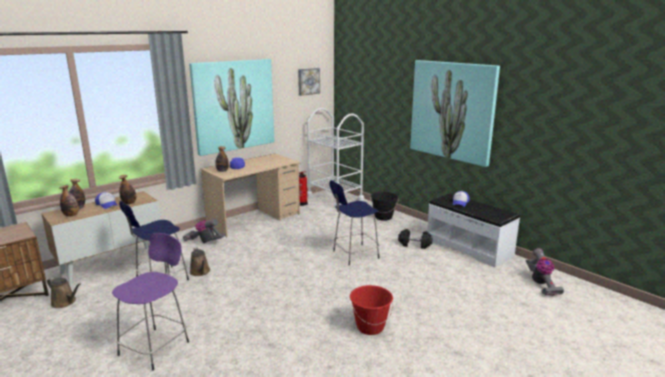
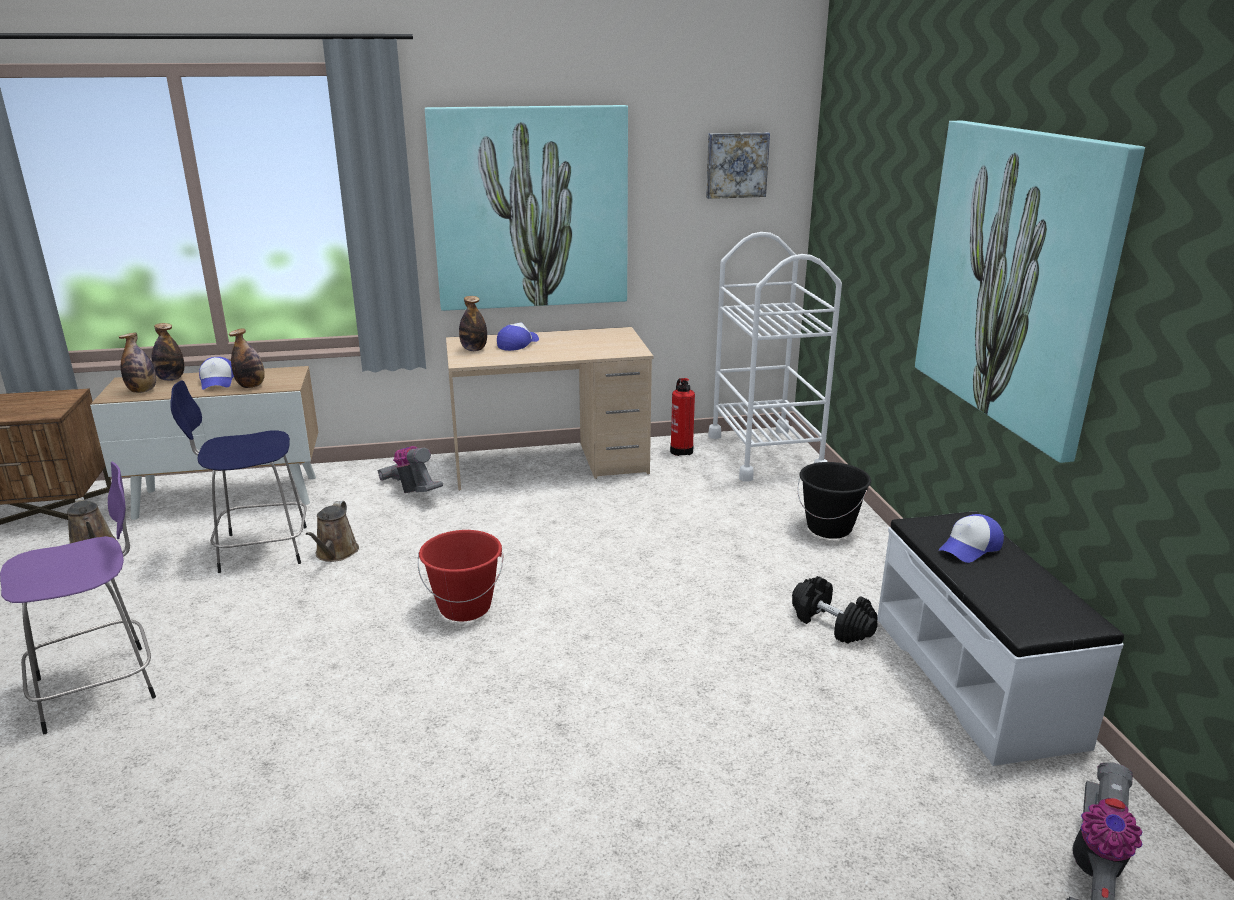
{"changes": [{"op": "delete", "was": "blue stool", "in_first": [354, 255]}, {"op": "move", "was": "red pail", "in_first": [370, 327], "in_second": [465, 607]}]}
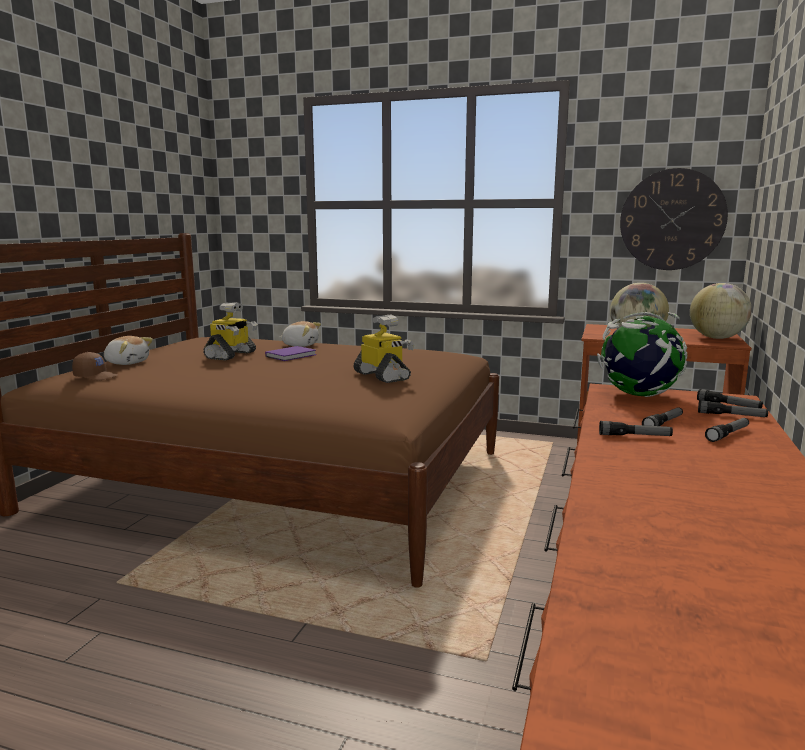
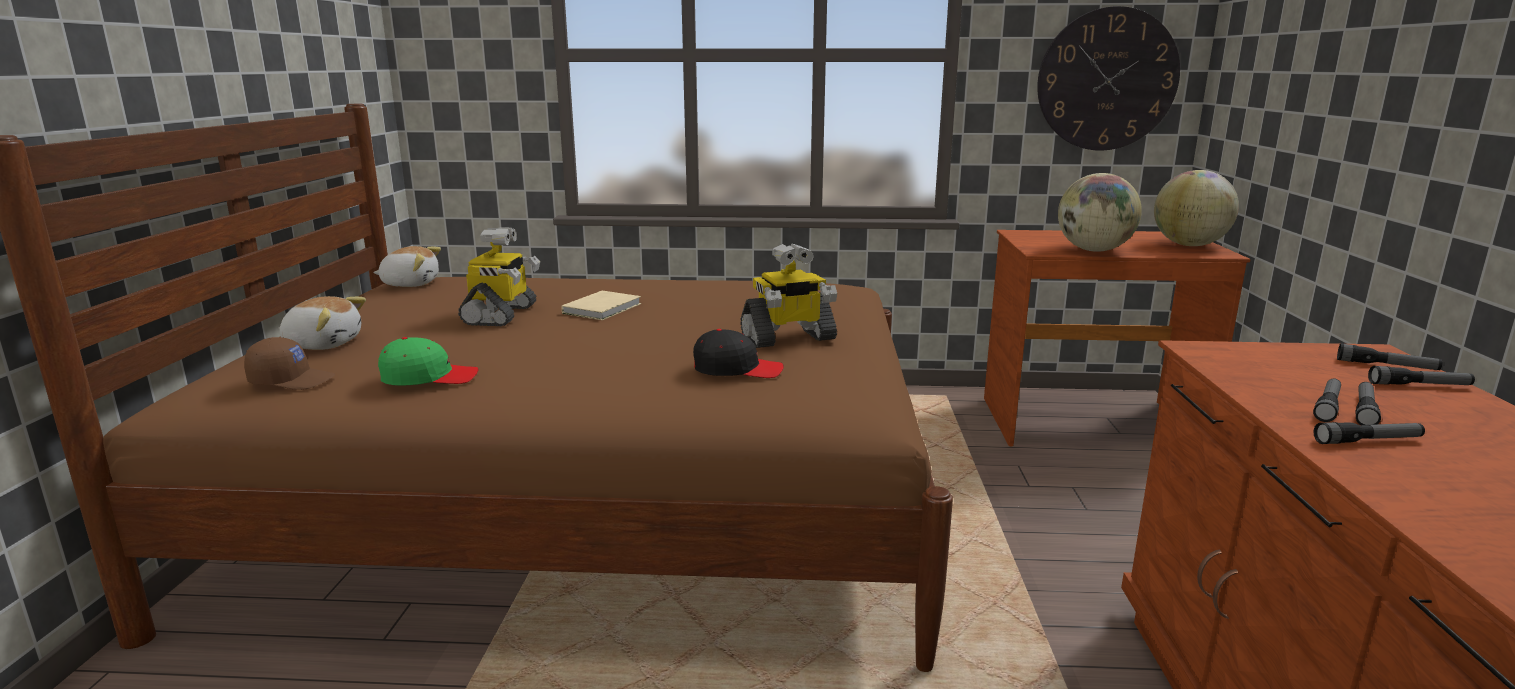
{"changes": [{"op": "recolor", "was": "purplish bound book", "now": "sand-coloured bound book", "in_first": [292, 355], "in_second": [604, 308]}, {"op": "move", "was": "plush toy", "in_first": [300, 345], "in_second": [410, 284]}, {"op": "rotate", "was": "model robot", "in_first": [383, 376], "in_second": [788, 338], "clockwise": 120}, {"op": "delete", "was": "world globe", "in_first": [638, 395]}, {"op": "move", "was": "flashlight", "in_first": [728, 434], "in_second": [1327, 406]}, {"op": "insert", "now": "green-coloured peaked cap", "in_second": [429, 377]}, {"op": "insert", "now": "blackish peaked cap", "in_second": [737, 369]}]}
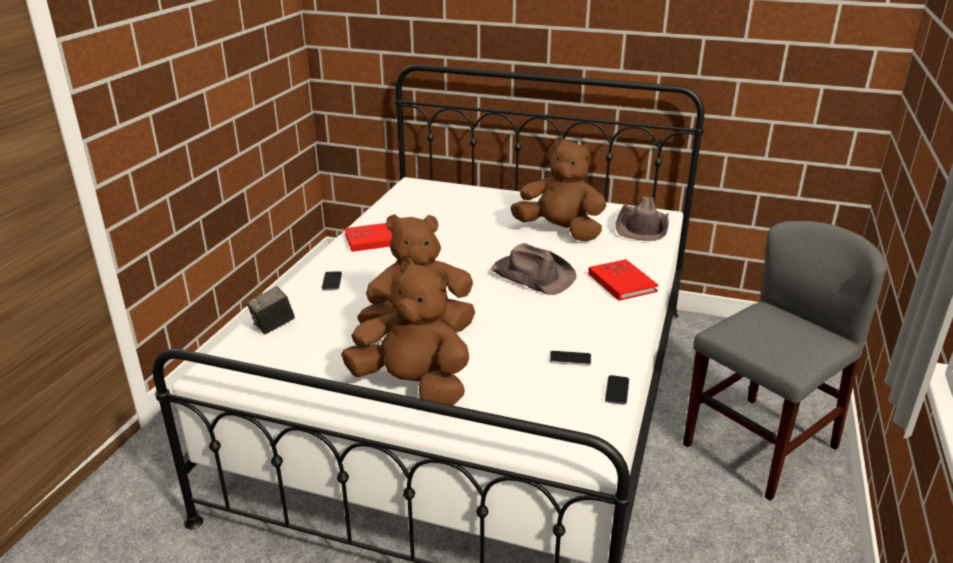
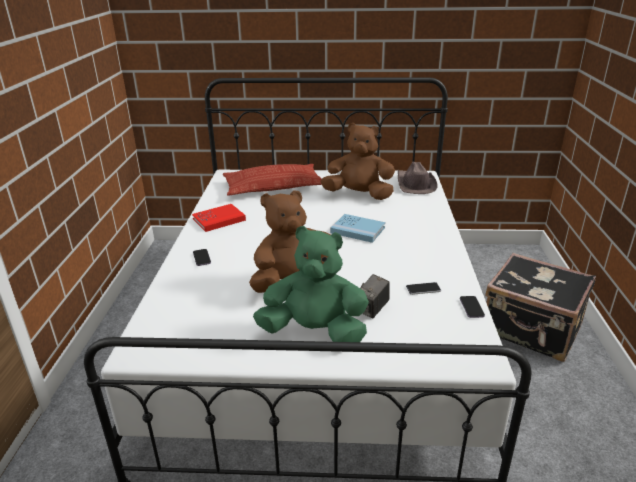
{"changes": [{"op": "move", "was": "photo camera", "in_first": [273, 326], "in_second": [372, 310]}, {"op": "recolor", "was": "brown-coloured plush toy", "now": "green-coloured plush toy", "in_first": [412, 386], "in_second": [315, 332]}, {"op": "replace", "was": "brown-coloured clothing hat", "now": "blue bound book", "in_first": [532, 275], "in_second": [357, 230]}, {"op": "delete", "was": "red bound book", "in_first": [622, 282]}, {"op": "replace", "was": "grey plain chair", "now": "blackish suitcase", "in_first": [759, 446], "in_second": [531, 330]}, {"op": "insert", "now": "pillow", "in_second": [273, 186]}]}
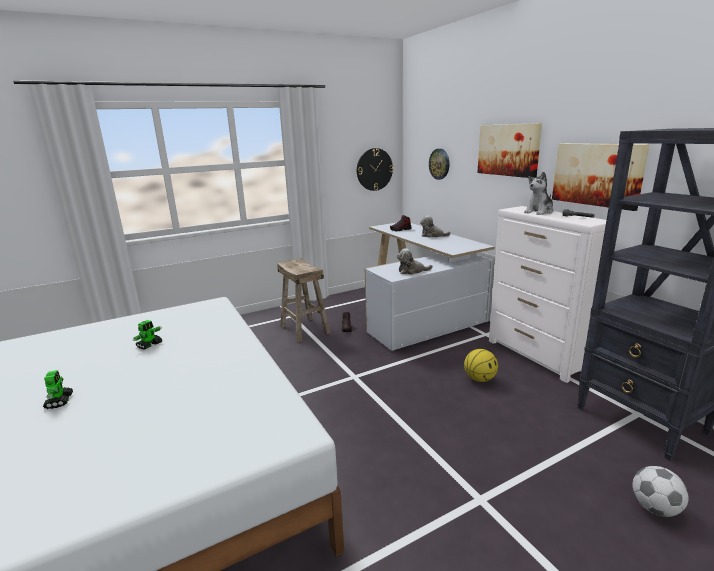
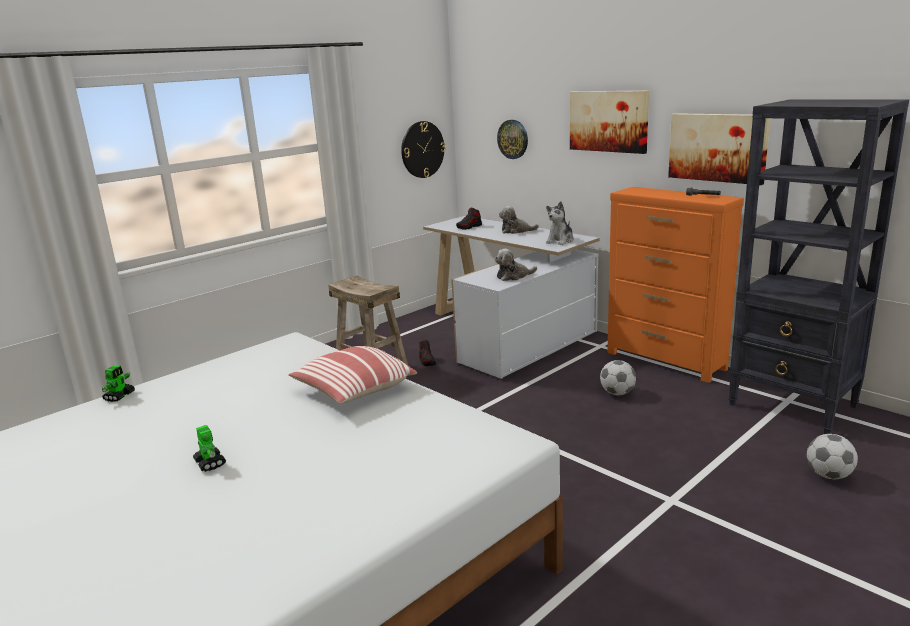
{"changes": [{"op": "move", "was": "model robot", "in_first": [150, 345], "in_second": [120, 396]}, {"op": "replace", "was": "basketball", "now": "football", "in_first": [480, 379], "in_second": [617, 393]}, {"op": "recolor", "was": "whitish drawer chest", "now": "orangey drawer chest", "in_first": [535, 356], "in_second": [666, 361]}, {"op": "move", "was": "plush toy", "in_first": [539, 212], "in_second": [560, 241]}, {"op": "insert", "now": "pillow", "in_second": [353, 390]}]}
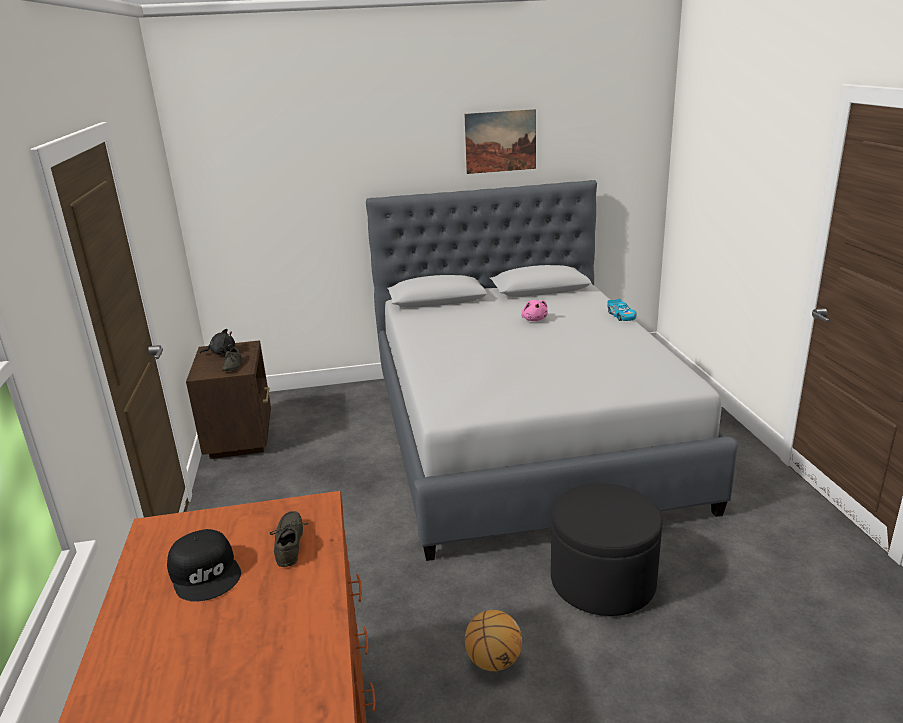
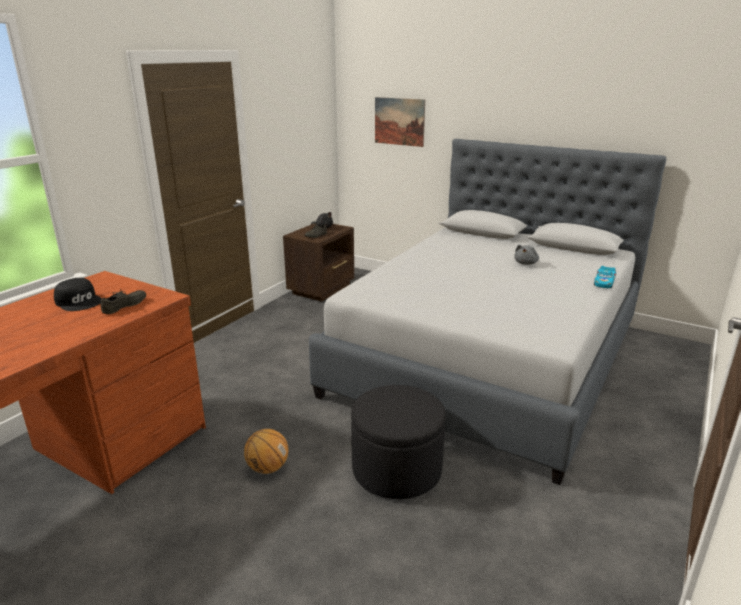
{"changes": [{"op": "rotate", "was": "blackish peaked cap", "in_first": [206, 572], "in_second": [79, 301], "clockwise": -60}, {"op": "move", "was": "picture", "in_first": [500, 141], "in_second": [399, 121]}, {"op": "recolor", "was": "pink plush toy", "now": "grey plush toy", "in_first": [534, 319], "in_second": [526, 263]}]}
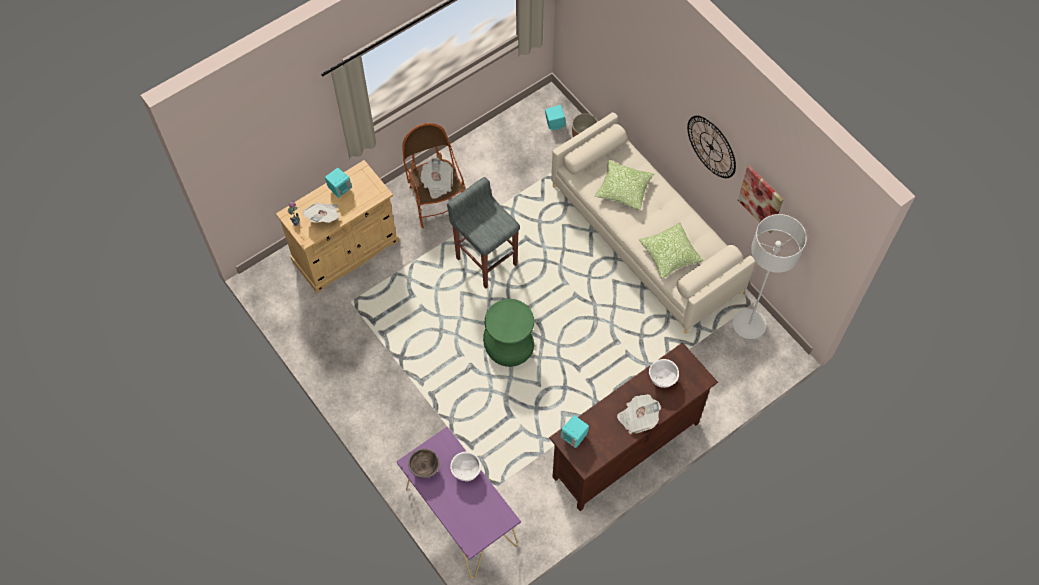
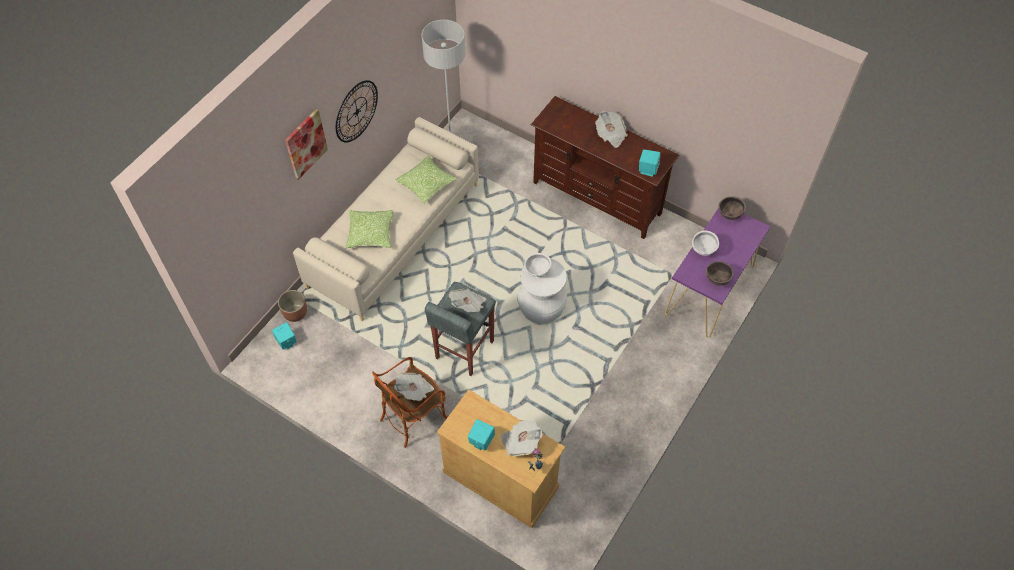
{"changes": [{"op": "recolor", "was": "green-coloured stool", "now": "whitish stool", "in_first": [508, 345], "in_second": [542, 305]}, {"op": "move", "was": "whitish deep dish", "in_first": [662, 379], "in_second": [537, 272]}, {"op": "move", "was": "picture", "in_first": [761, 199], "in_second": [305, 144]}, {"op": "insert", "now": "printed paper", "in_second": [468, 305]}, {"op": "insert", "now": "brown-coloured deep dish", "in_second": [729, 215]}]}
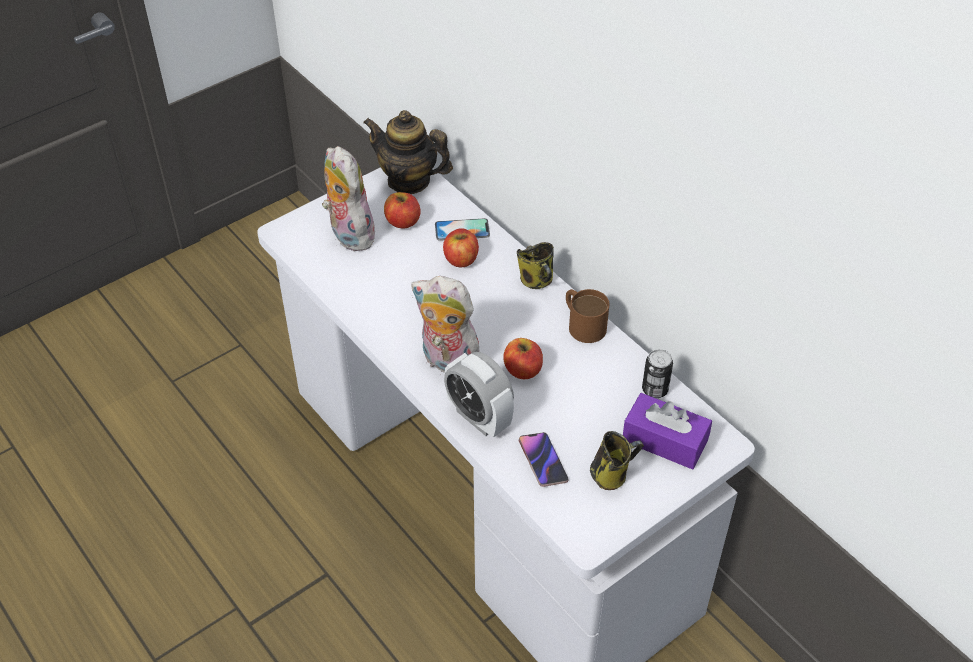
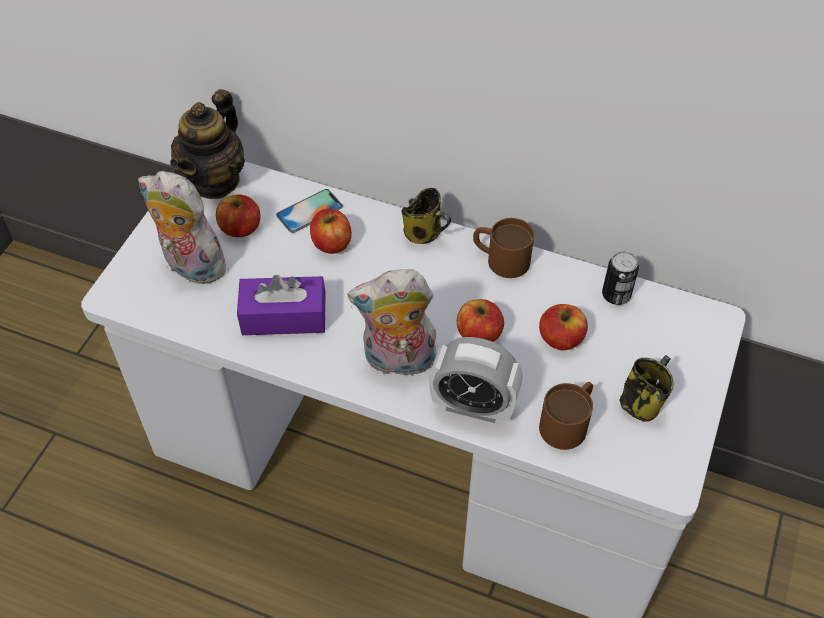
{"changes": [{"op": "rotate", "was": "teapot", "in_first": [409, 180], "in_second": [215, 180], "clockwise": -60}, {"op": "replace", "was": "phone", "now": "brown-coloured tea mug", "in_first": [542, 461], "in_second": [568, 422]}, {"op": "move", "was": "purplish tissue holder", "in_first": [664, 441], "in_second": [284, 316]}, {"op": "insert", "now": "whole apple", "in_second": [561, 339]}]}
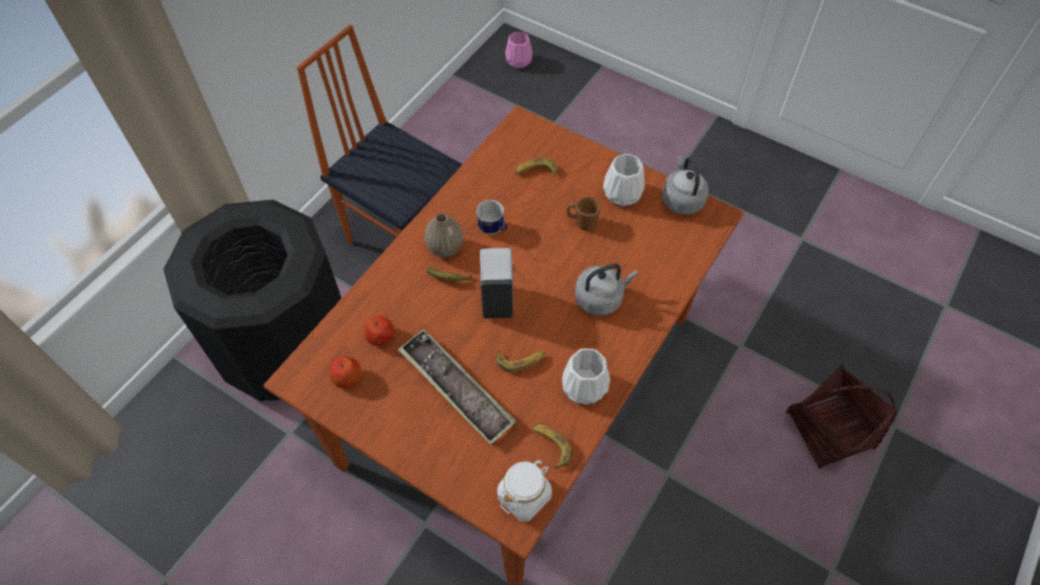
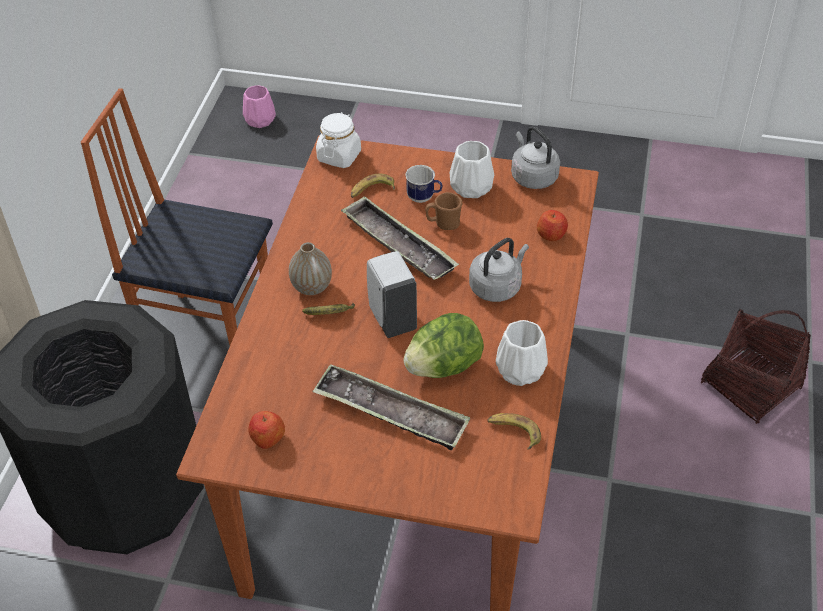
{"changes": [{"op": "move", "was": "whole apple", "in_first": [381, 337], "in_second": [551, 235]}, {"op": "move", "was": "tea mug", "in_first": [493, 230], "in_second": [424, 198]}, {"op": "replace", "was": "banana", "now": "head of lettuce", "in_first": [520, 360], "in_second": [444, 366]}, {"op": "move", "was": "whitish storage jar", "in_first": [524, 496], "in_second": [339, 156]}, {"op": "insert", "now": "carrying tray", "in_second": [398, 245]}]}
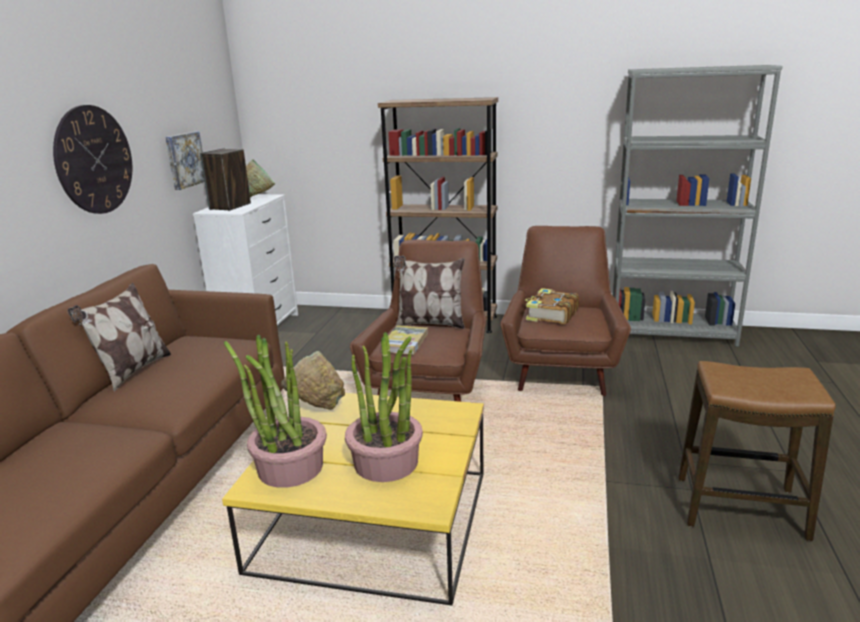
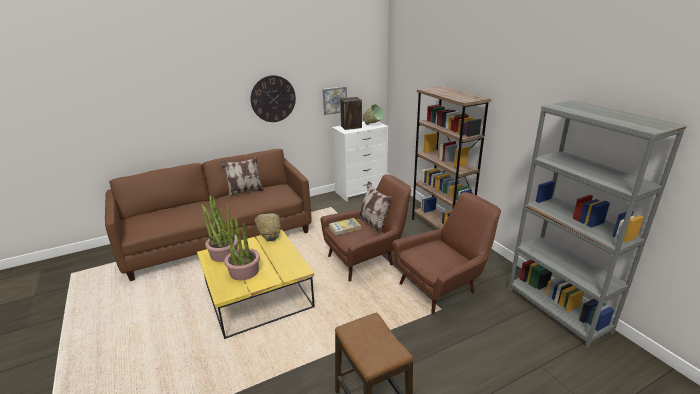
{"changes": [{"op": "delete", "was": "bound book", "in_first": [551, 315]}]}
